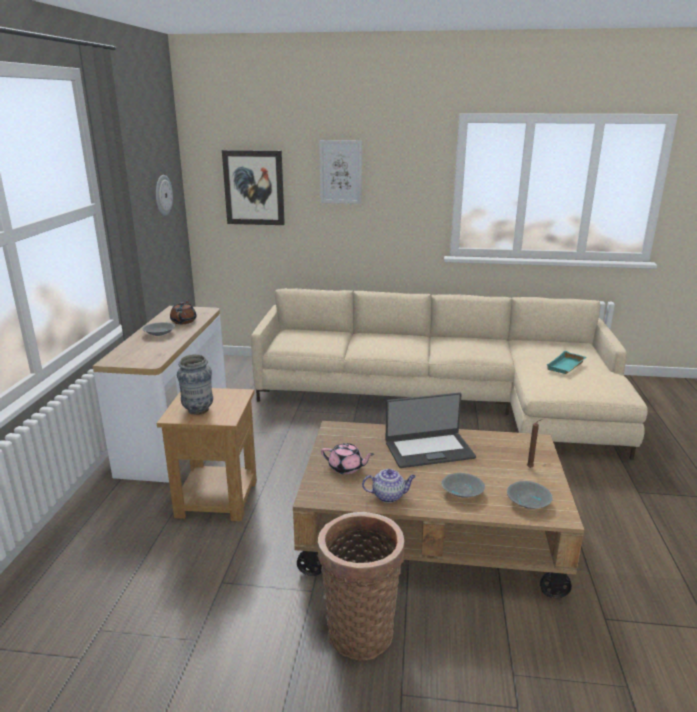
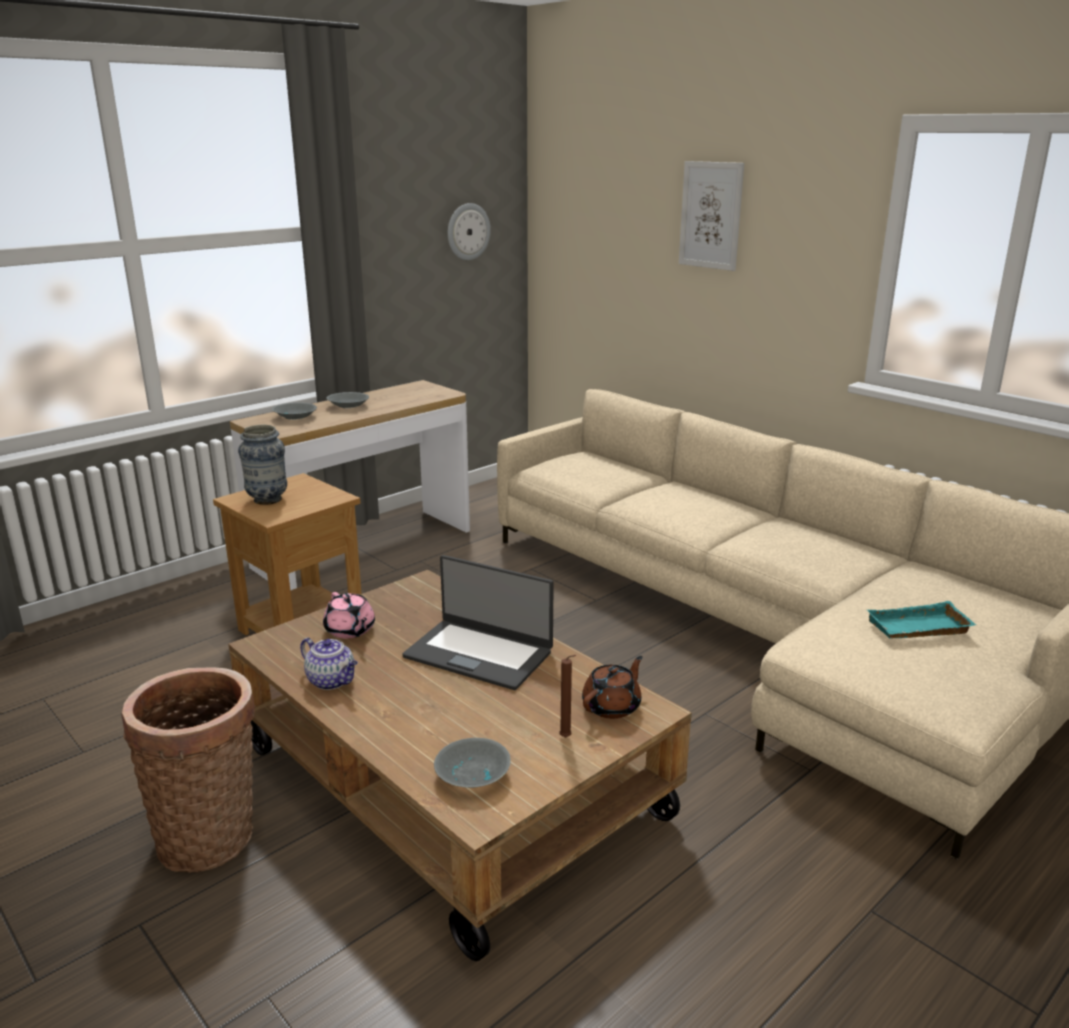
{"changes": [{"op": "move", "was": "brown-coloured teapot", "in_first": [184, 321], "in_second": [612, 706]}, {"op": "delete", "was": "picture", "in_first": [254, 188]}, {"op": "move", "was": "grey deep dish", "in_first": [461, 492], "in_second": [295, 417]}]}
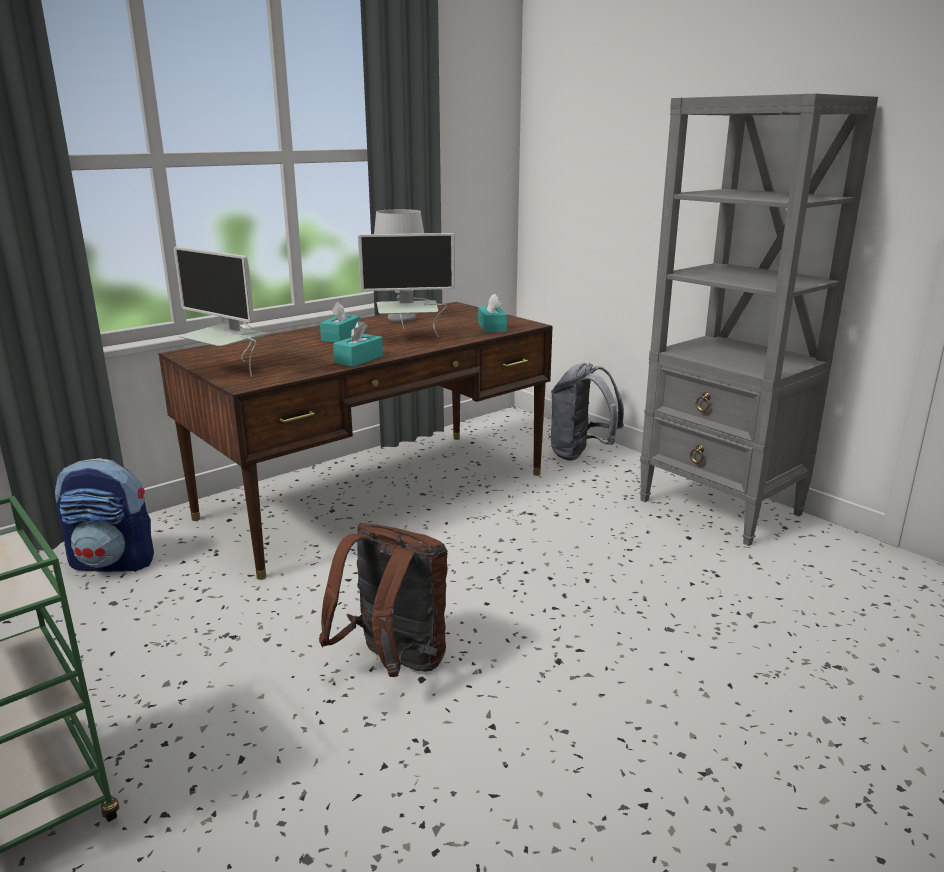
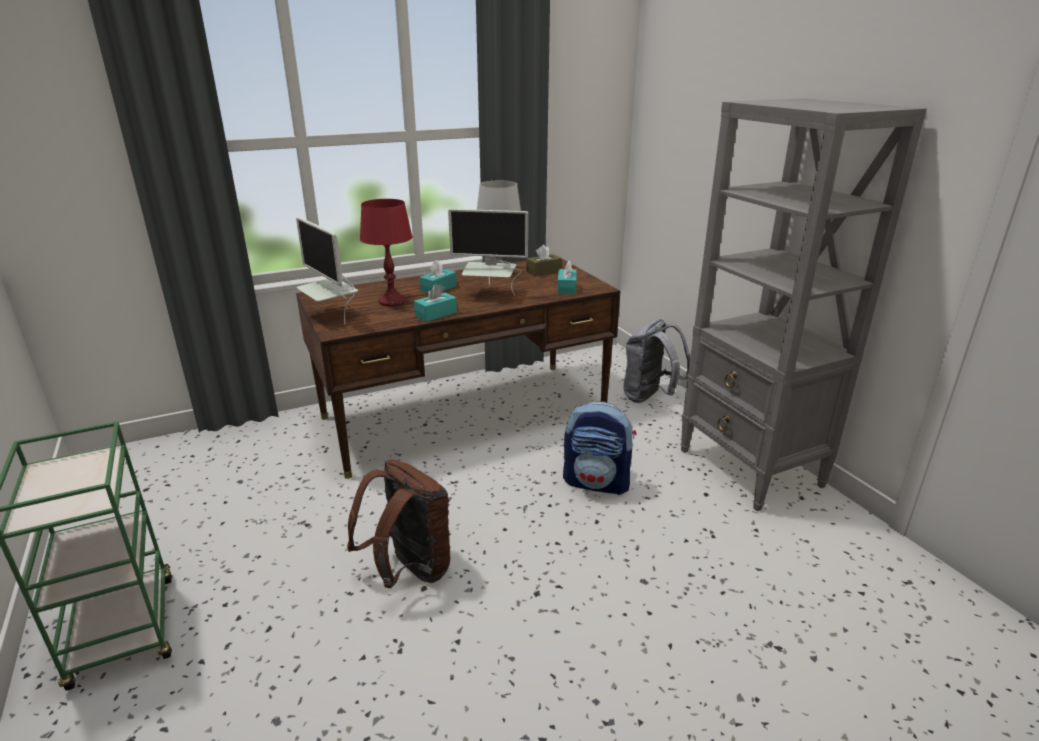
{"changes": [{"op": "move", "was": "backpack", "in_first": [114, 562], "in_second": [597, 482]}, {"op": "insert", "now": "red table lamp", "in_second": [392, 301]}, {"op": "insert", "now": "brown-coloured tissue holder", "in_second": [543, 271]}]}
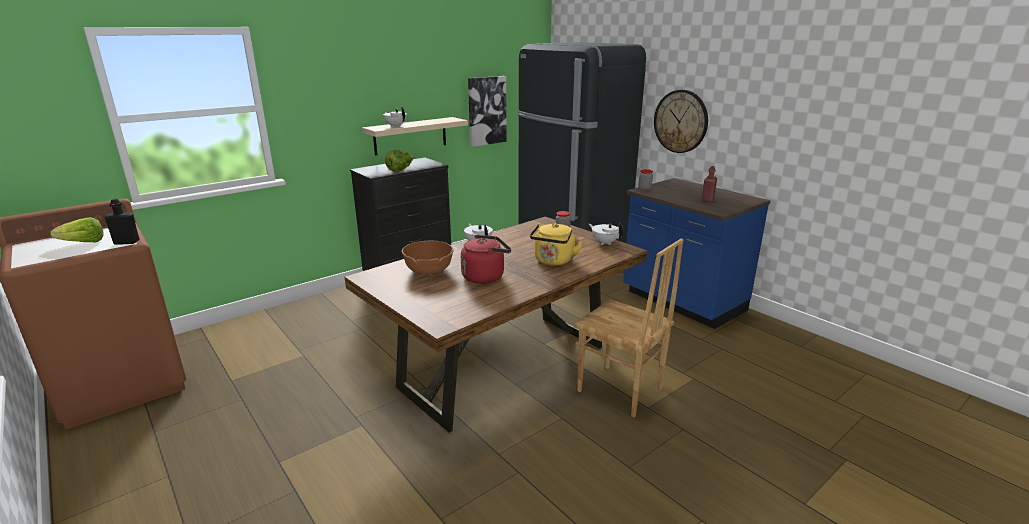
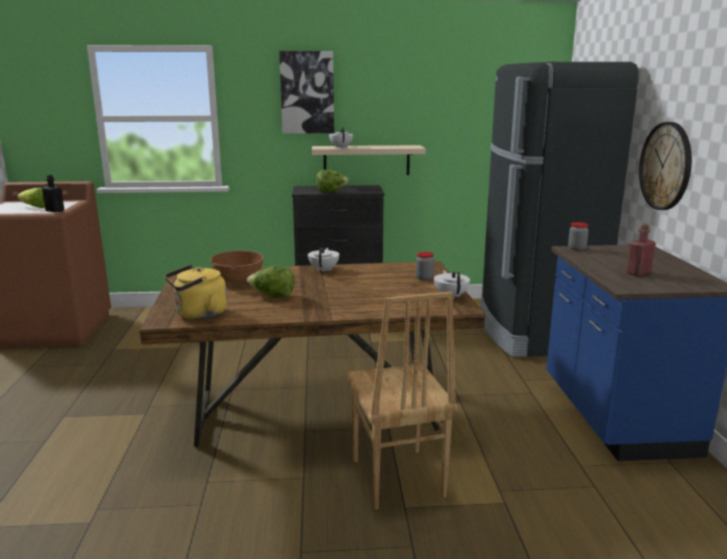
{"changes": [{"op": "replace", "was": "red kettle", "now": "head of lettuce", "in_first": [485, 276], "in_second": [272, 296]}, {"op": "move", "was": "picture", "in_first": [486, 111], "in_second": [307, 92]}, {"op": "move", "was": "yellow kettle", "in_first": [553, 261], "in_second": [198, 315]}]}
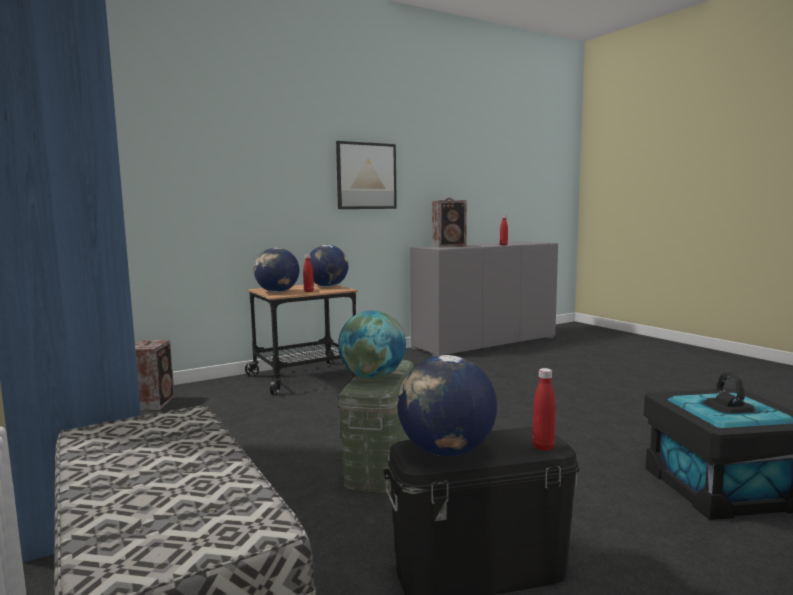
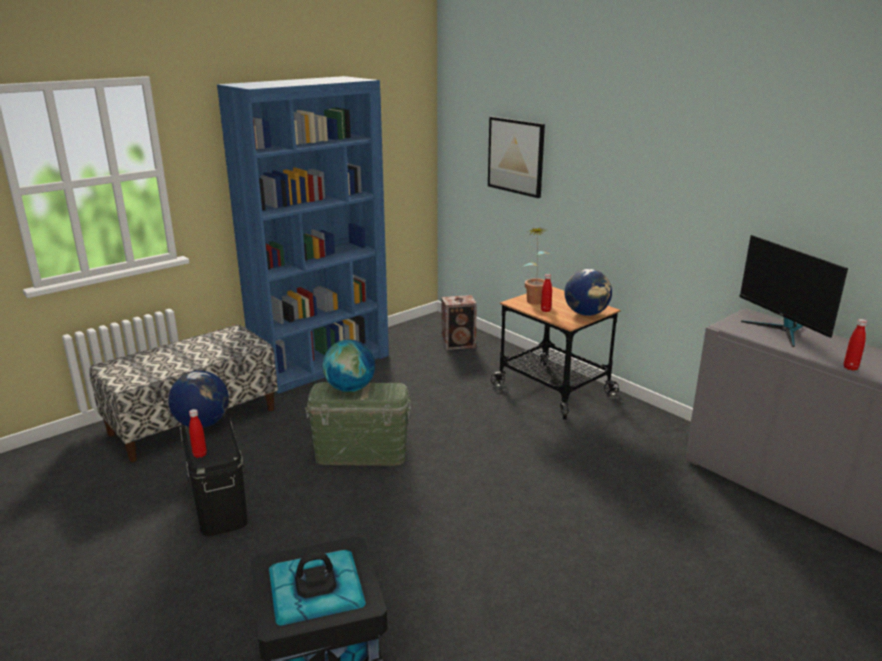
{"changes": [{"op": "replace", "was": "world globe", "now": "potted plant", "in_first": [277, 292], "in_second": [535, 299]}, {"op": "move", "was": "picture", "in_first": [366, 176], "in_second": [516, 156]}, {"op": "replace", "was": "loudspeaker", "now": "computer screen", "in_first": [450, 246], "in_second": [782, 330]}]}
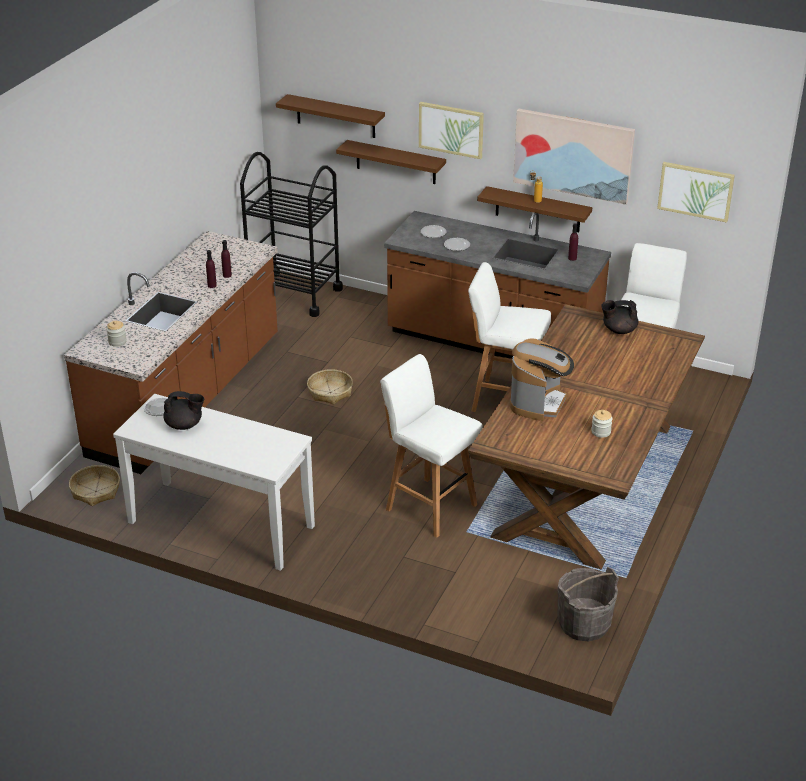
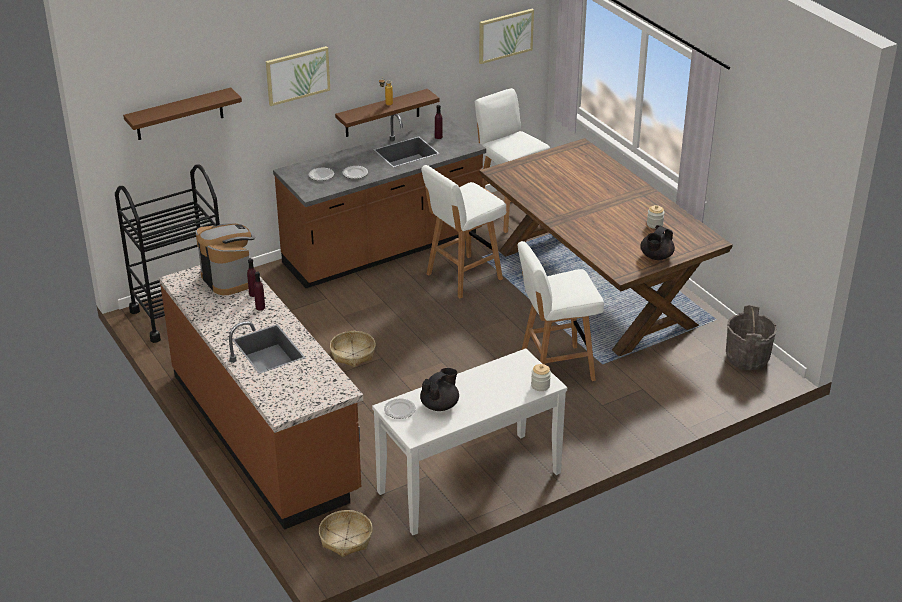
{"changes": [{"op": "move", "was": "storage jar", "in_first": [117, 342], "in_second": [540, 385]}, {"op": "delete", "was": "brown-coloured bracket shelf", "in_first": [396, 162]}, {"op": "move", "was": "coffee brewer", "in_first": [538, 402], "in_second": [229, 278]}, {"op": "delete", "was": "picture", "in_first": [573, 155]}, {"op": "move", "was": "blackish teapot", "in_first": [618, 330], "in_second": [656, 257]}]}
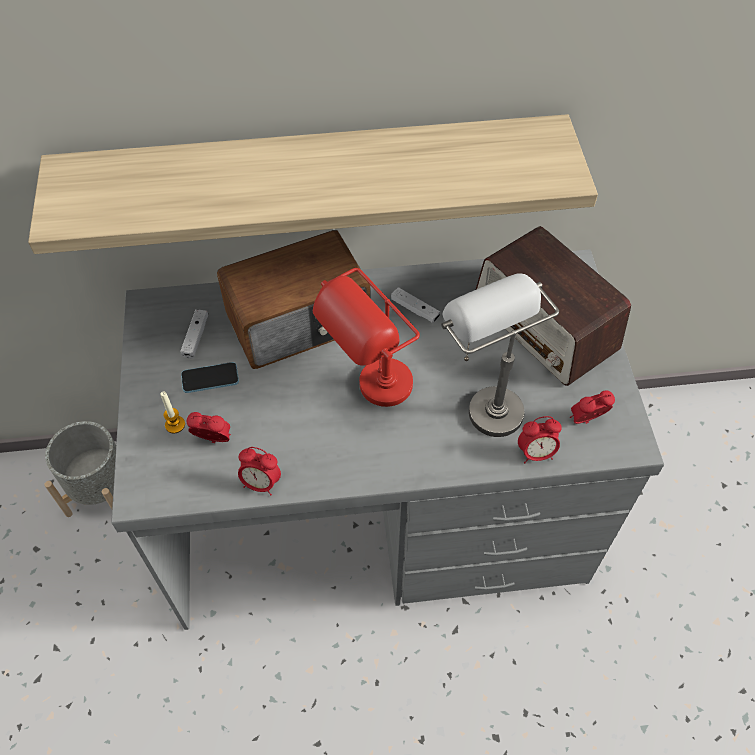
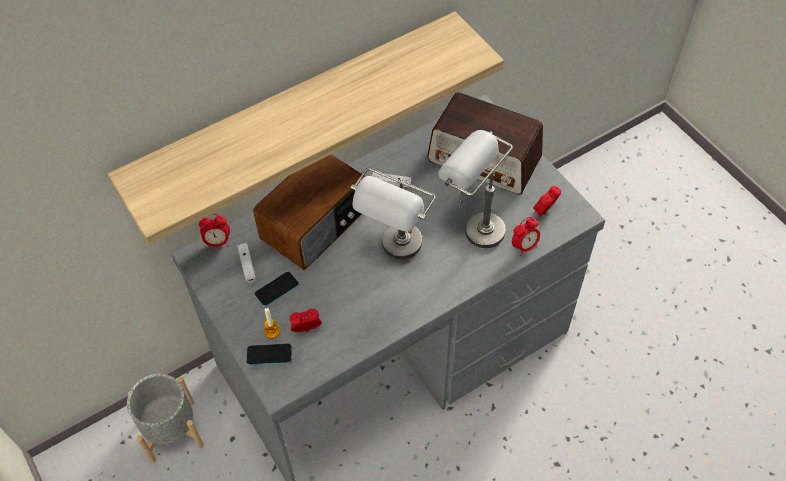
{"changes": [{"op": "move", "was": "table clock", "in_first": [261, 483], "in_second": [218, 242]}, {"op": "recolor", "was": "red table lamp", "now": "grey table lamp", "in_first": [371, 395], "in_second": [396, 253]}, {"op": "insert", "now": "phone", "in_second": [269, 355]}]}
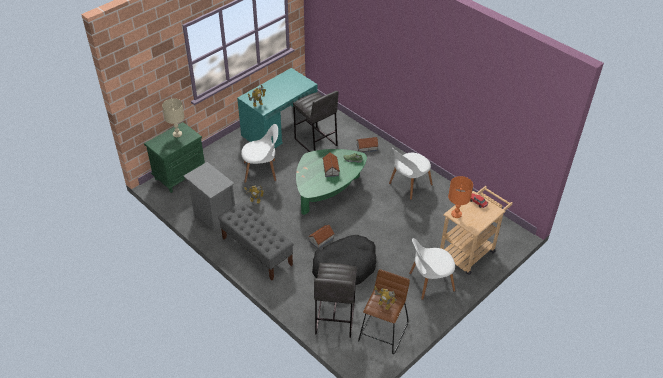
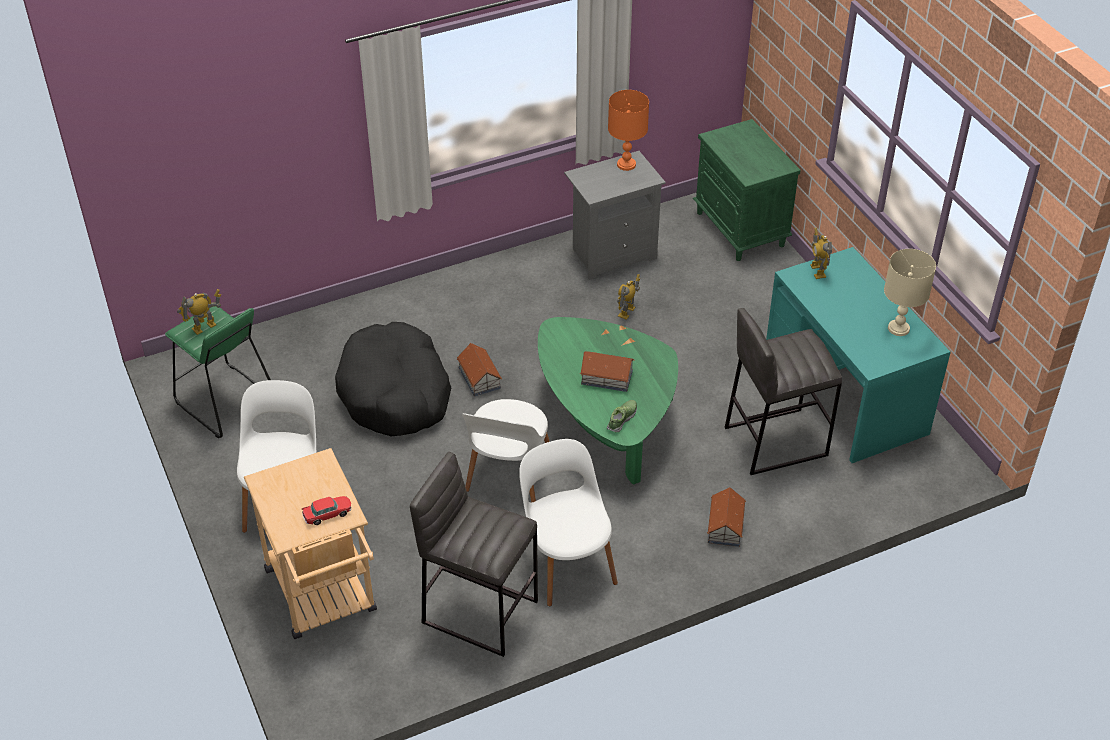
{"changes": [{"op": "move", "was": "sand-coloured table lamp", "in_first": [177, 134], "in_second": [899, 328]}, {"op": "delete", "was": "grey bench", "in_first": [256, 251]}, {"op": "move", "was": "whitish plain chair", "in_first": [262, 171], "in_second": [507, 474]}, {"op": "move", "was": "grey stool", "in_first": [334, 318], "in_second": [479, 610]}, {"op": "recolor", "was": "brown-coloured stool", "now": "green-coloured stool", "in_first": [383, 332], "in_second": [225, 401]}, {"op": "move", "was": "orangey table lamp", "in_first": [456, 214], "in_second": [626, 164]}]}
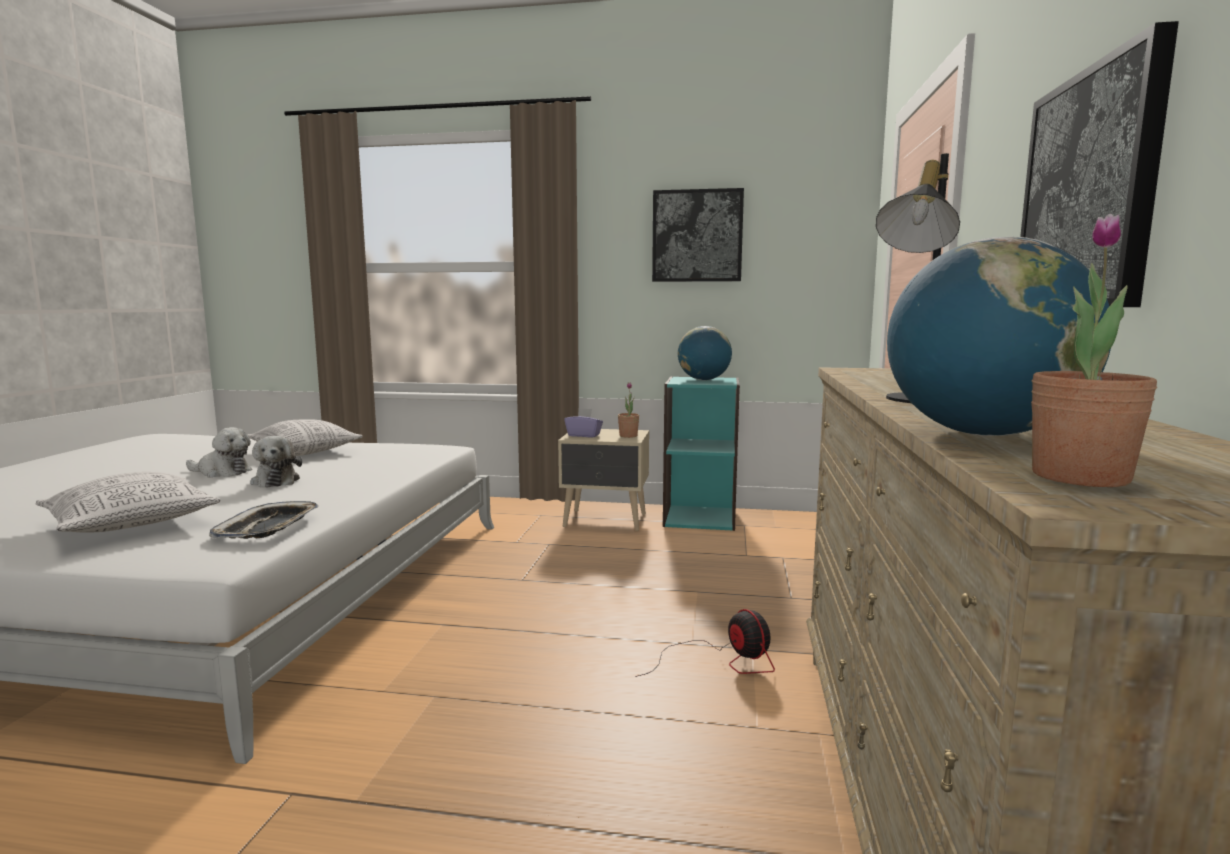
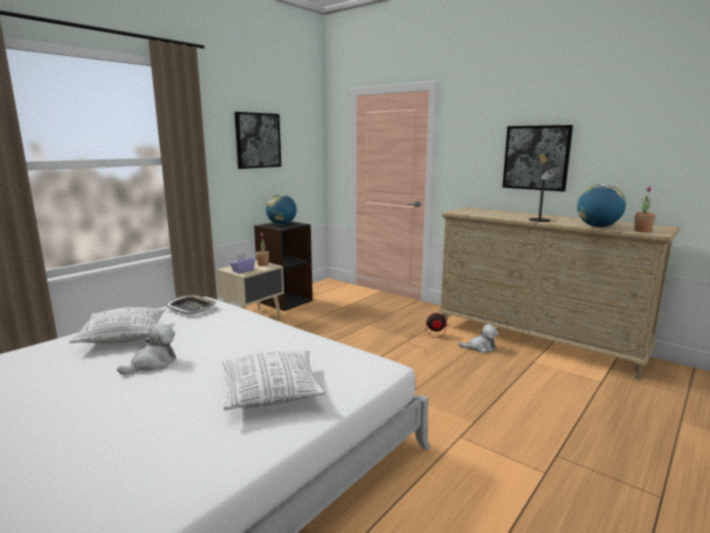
{"changes": [{"op": "move", "was": "carrying tray", "in_first": [268, 528], "in_second": [191, 308]}, {"op": "move", "was": "plush toy", "in_first": [276, 480], "in_second": [480, 348]}, {"op": "recolor", "was": "turquoise-coloured bookshelf", "now": "blackish bookshelf", "in_first": [700, 517], "in_second": [285, 301]}]}
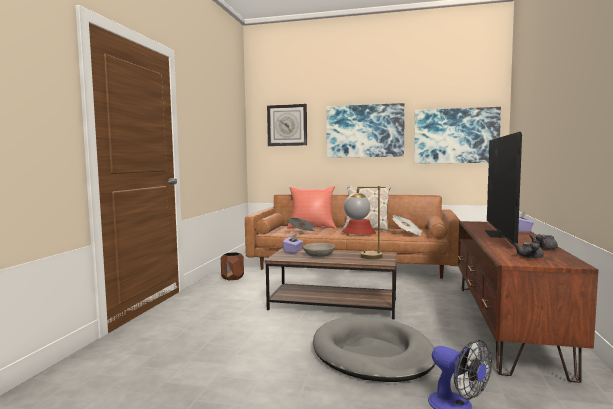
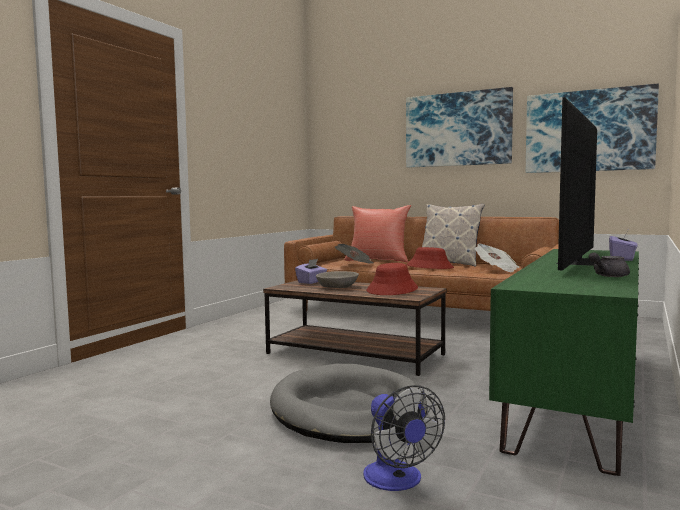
{"changes": [{"op": "delete", "was": "brown-coloured plant pot", "in_first": [233, 278]}, {"op": "delete", "was": "wall clock", "in_first": [287, 125]}, {"op": "replace", "was": "table lamp", "now": "red clothing hat", "in_first": [363, 256], "in_second": [392, 290]}, {"op": "recolor", "was": "brown-coloured tv unit", "now": "green-coloured tv unit", "in_first": [505, 324], "in_second": [577, 394]}, {"op": "delete", "was": "grey teapot", "in_first": [530, 257]}]}
